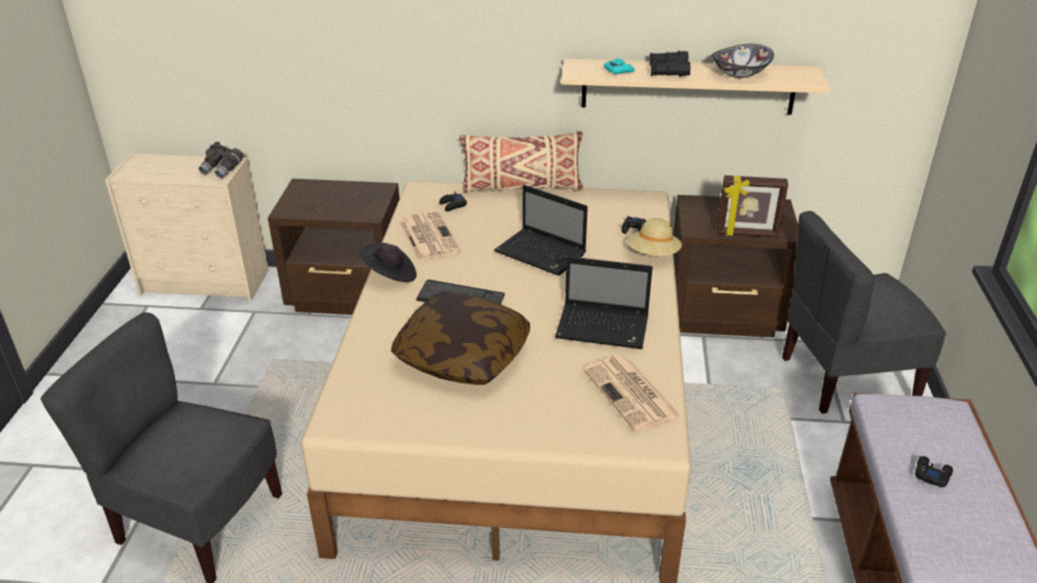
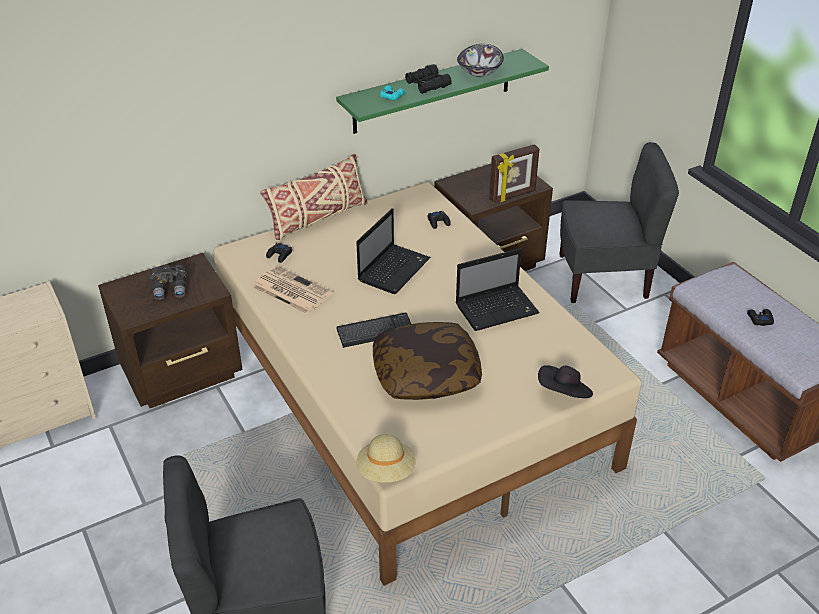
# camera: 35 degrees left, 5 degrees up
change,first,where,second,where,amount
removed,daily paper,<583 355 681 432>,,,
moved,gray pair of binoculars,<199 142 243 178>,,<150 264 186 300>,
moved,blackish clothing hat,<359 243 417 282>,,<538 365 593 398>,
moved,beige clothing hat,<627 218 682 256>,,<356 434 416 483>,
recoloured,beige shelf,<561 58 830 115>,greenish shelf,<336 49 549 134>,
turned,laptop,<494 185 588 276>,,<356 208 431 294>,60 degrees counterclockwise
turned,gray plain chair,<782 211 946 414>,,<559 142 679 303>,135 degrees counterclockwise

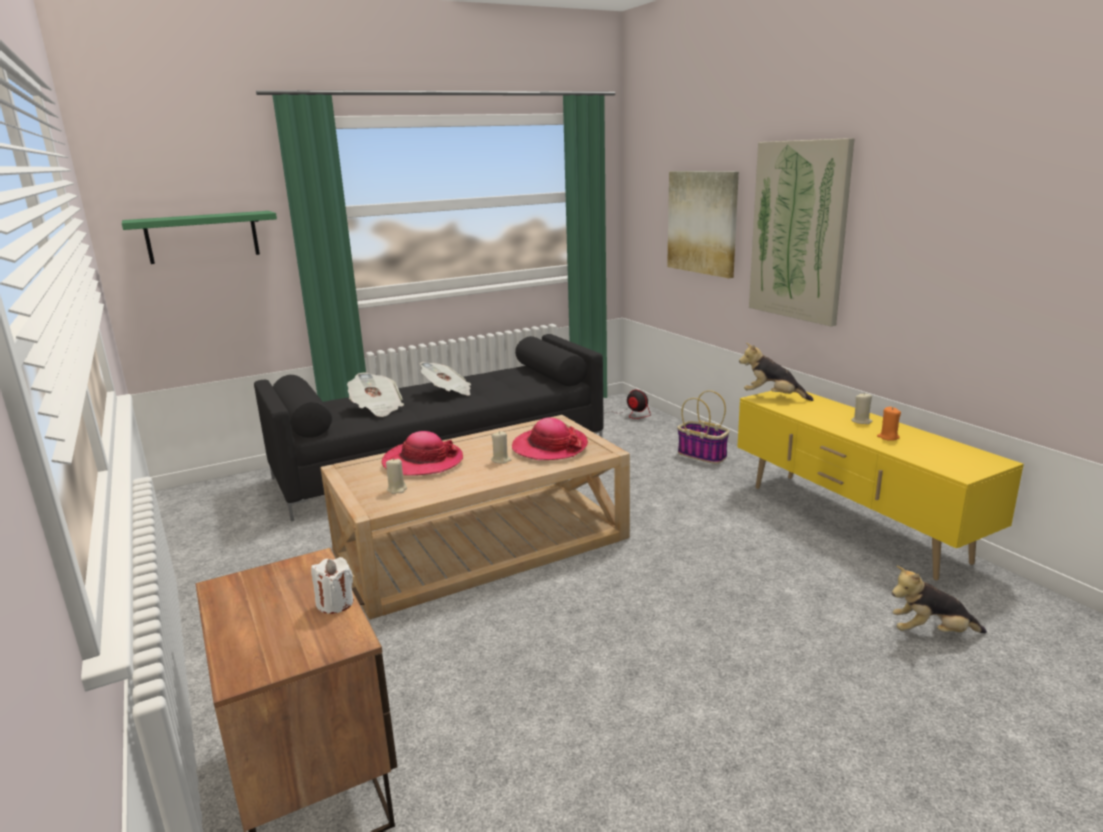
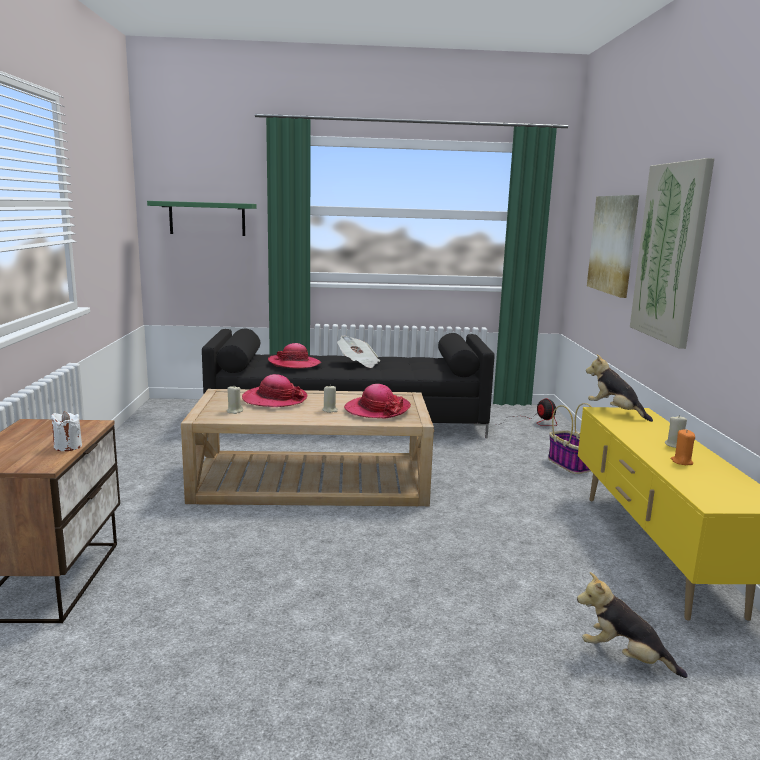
# camera: 25 degrees right, 5 degrees down
change,first,where,second,where,amount
replaced,daily paper,<347 373 404 417>,clothing hat,<268 343 321 369>,

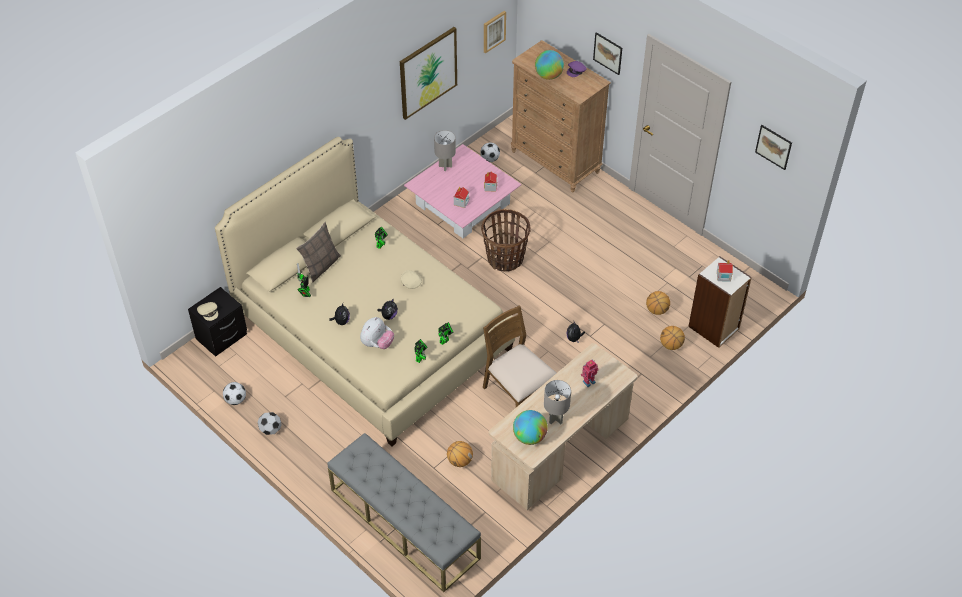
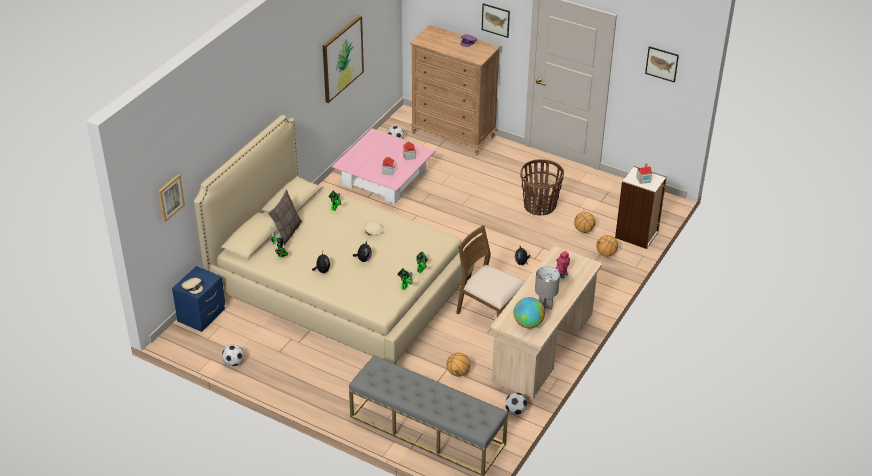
# camera: 15 degrees left, 10 degrees down
change,first,where,second,where,amount
removed,plush toy,<360 317 394 349>,,,
removed,gray tabletop lamp,<434 130 456 171>,,,
removed,desk globe,<535 50 564 80>,,,
moved,football ball,<258 412 282 435>,,<506 392 527 415>,
moved,basket,<481 209 531 271>,,<521 159 564 216>,
moved,picture,<484 11 506 53>,,<158 174 185 222>,
recoloured,blackish night table,<188 287 247 357>,blue-coloured night table,<172 266 225 332>,

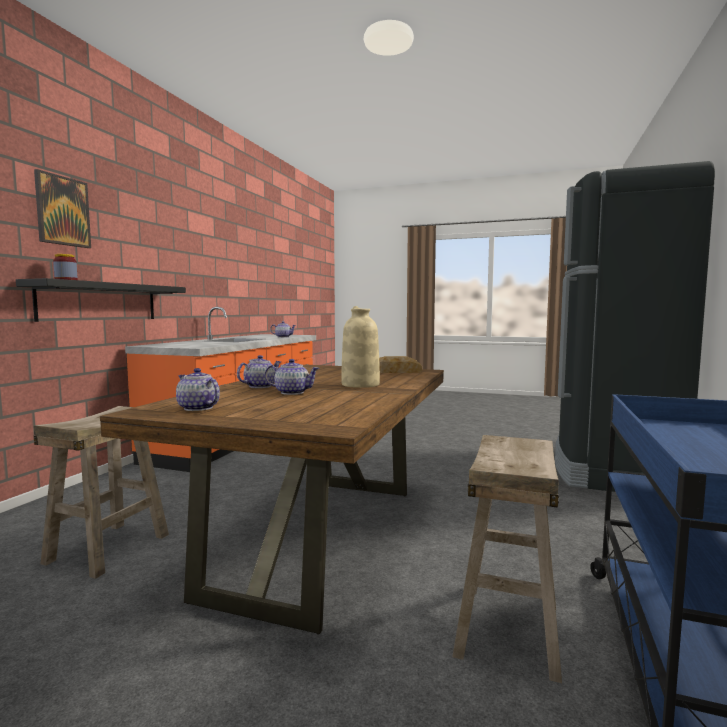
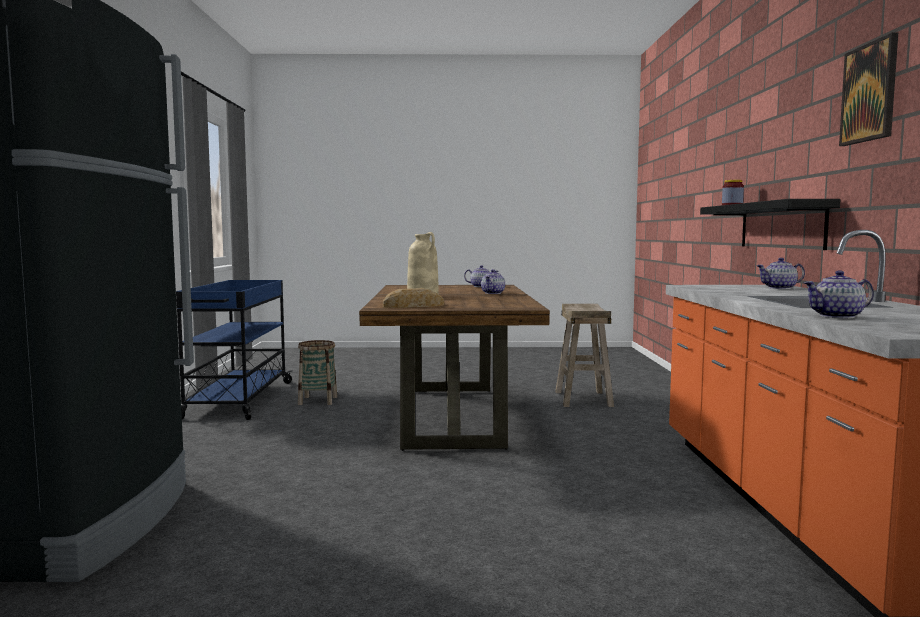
# camera: 160 degrees right, 0 degrees up
change,first,where,second,where,amount
moved,picture,<34 169 91 248>,,<839 33 898 146>,
moved,pot for tea,<265 359 320 395>,,<756 258 805 289>,
replaced,beige sitting stool,<452 435 562 683>,basket,<298 340 337 405>,

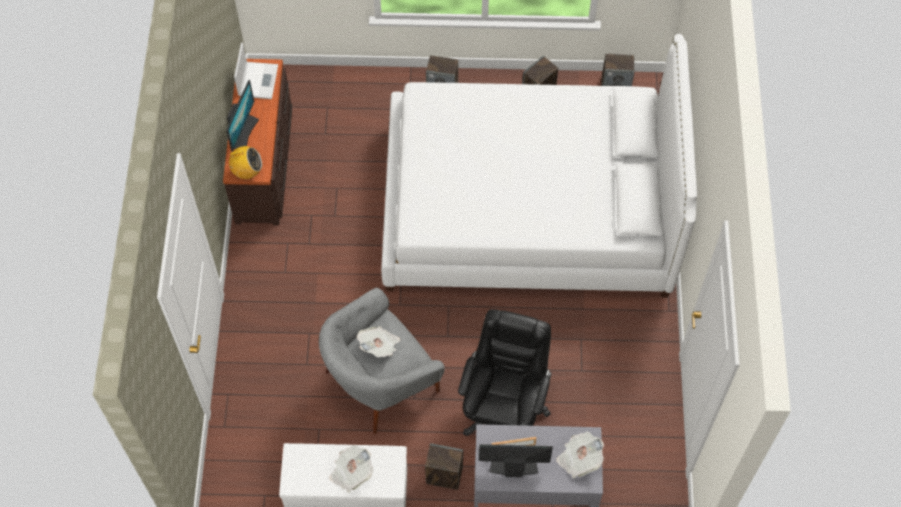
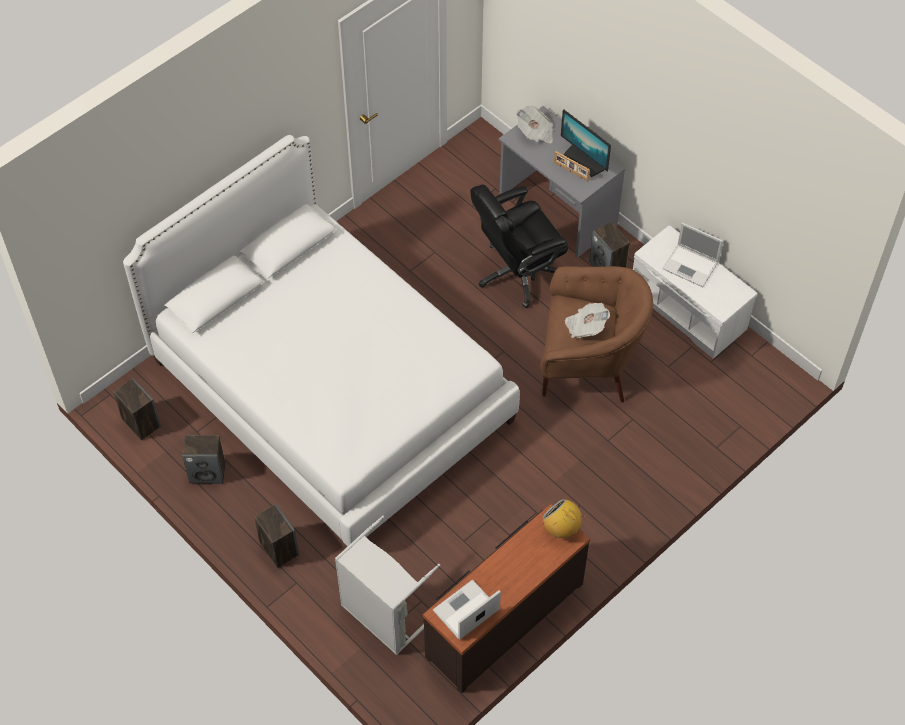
# camera: 135 degrees left, 5 degrees down
change,first,where,second,where,amount
removed,monitor,<226 80 259 152>,,,
added,,,gray washing basket,<335 516 441 655>,
replaced,daily paper,<329 445 373 493>,laptop,<662 223 723 287>,
recoloured,gray lounge chair,<319 288 445 434>,brownish lounge chair,<540 266 653 403>,

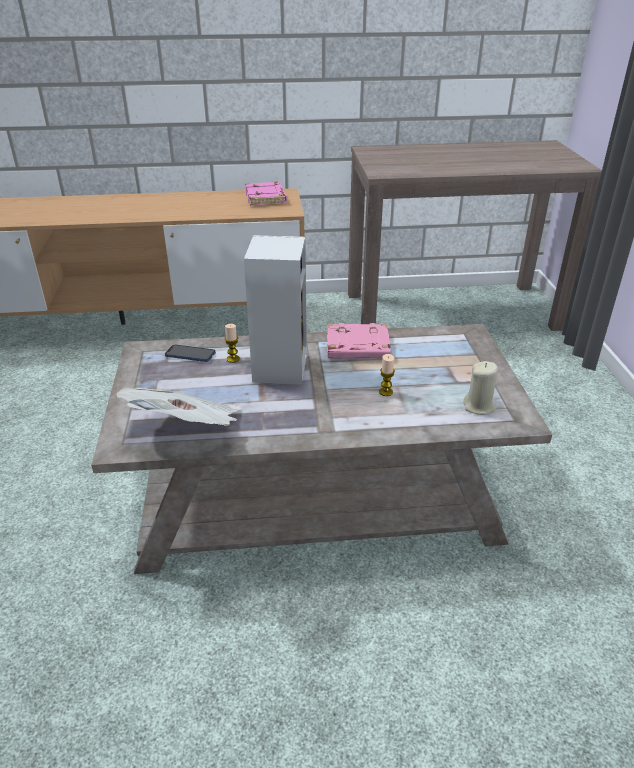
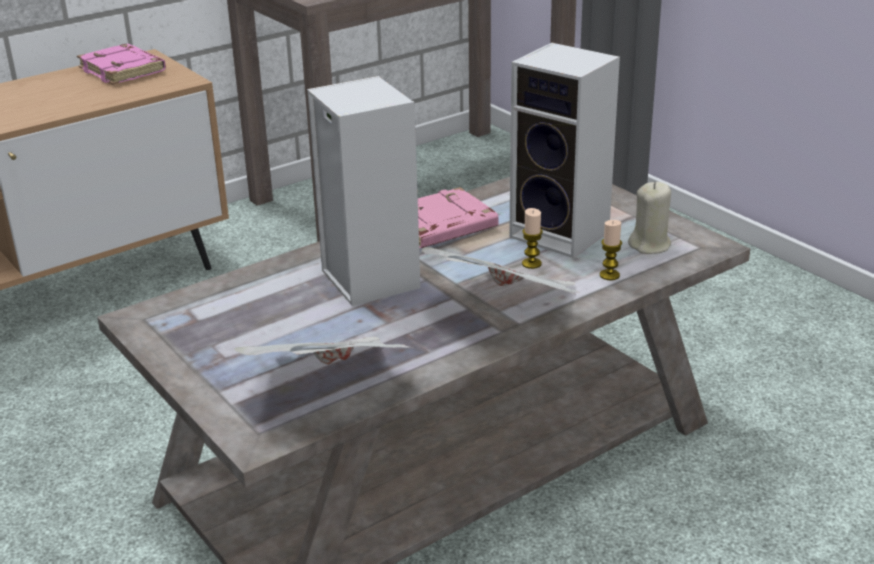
# camera: 30 degrees left, 5 degrees down
change,first,where,second,where,amount
removed,telephone,<165 345 216 362>,,,
added,,,daily paper,<421 247 580 294>,
added,,,audio speaker,<509 43 620 258>,
moved,wax candle,<225 324 240 363>,,<600 220 622 280>,

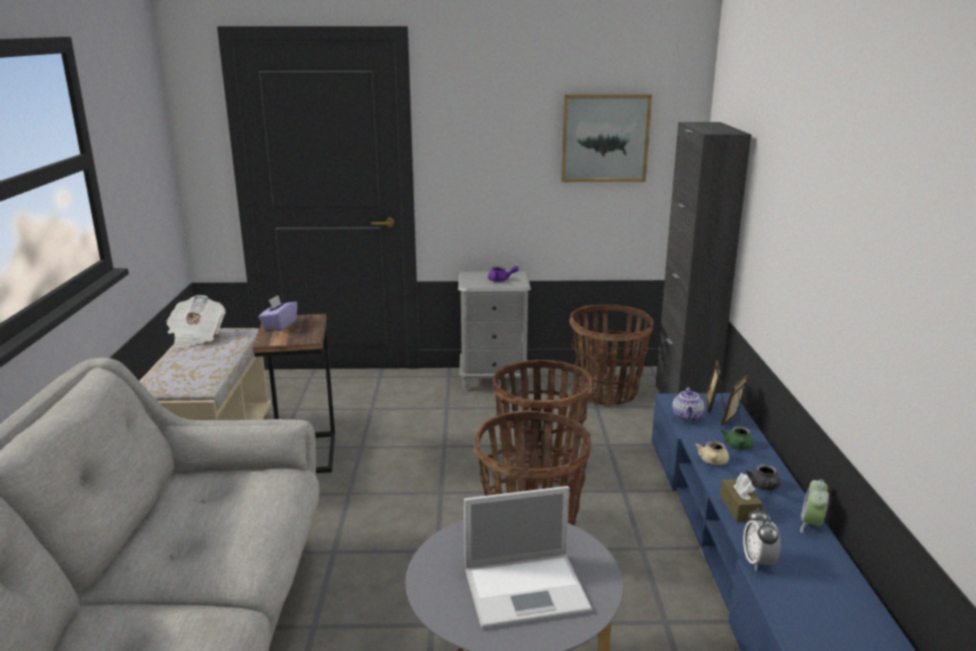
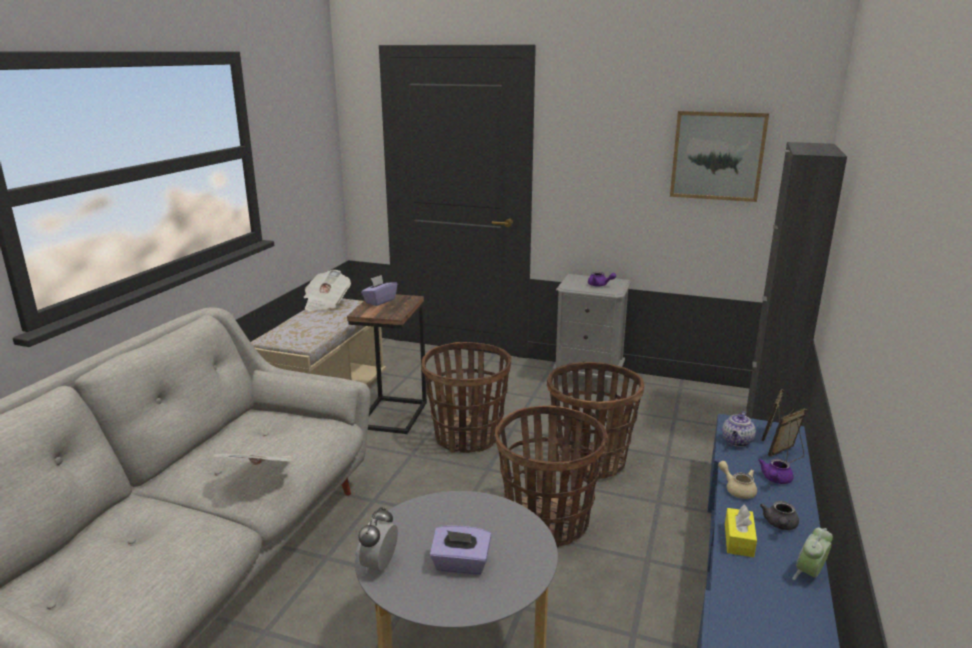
# camera: 20 degrees right, 0 degrees up
change,first,where,second,where,amount
added,,,daily paper,<214 453 294 465>,
moved,basket,<569 305 654 407>,,<421 342 511 453>,
moved,alarm clock,<743 507 781 571>,,<357 507 398 573>,
replaced,laptop,<464 486 592 629>,purple-coloured tissue holder,<430 525 491 575>,
recoloured,brownish tissue holder,<720 473 763 522>,yellow-coloured tissue holder,<725 505 757 557>,
recoloured,greenish pot for tea,<721 426 754 449>,purple-coloured pot for tea,<758 459 794 484>,
turned,beige pot for tea,<695 441 729 465>,,<718 461 757 499>,105 degrees clockwise

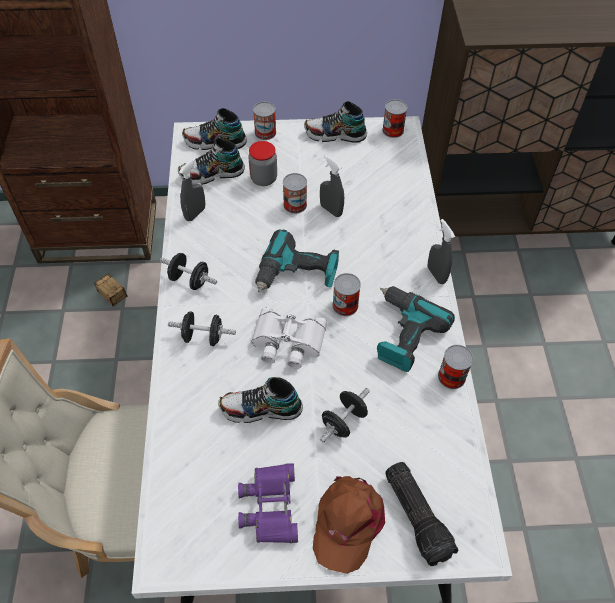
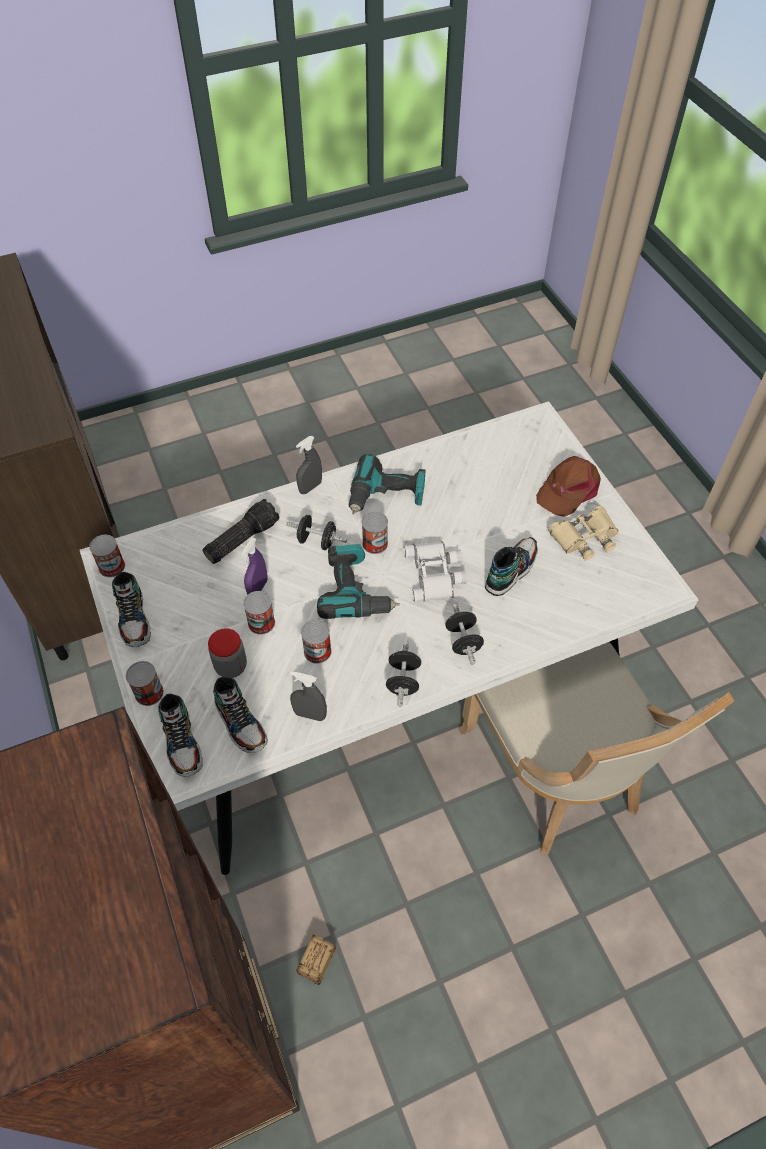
# camera: 110 degrees left, 0 degrees up
change,first,where,second,where,amount
moved,blackish hand weight,<320 388 370 442>,,<286 515 347 550>,
moved,flashlight,<385 462 458 566>,,<202 499 279 564>,
moved,metal can,<438 345 473 389>,,<301 619 331 664>,
recoloured,purple-coloured pair of binoculars,<238 463 298 543>,beige pair of binoculars,<548 506 619 560>,
recoloured,gray spray bottle,<320 155 344 217>,purple-coloured spray bottle,<241 538 267 594>,
turned,low shoe,<218 377 303 423>,,<485 537 538 596>,120 degrees counterclockwise
turned,brownish cap,<313 476 385 574>,,<536 456 601 517>,135 degrees clockwise

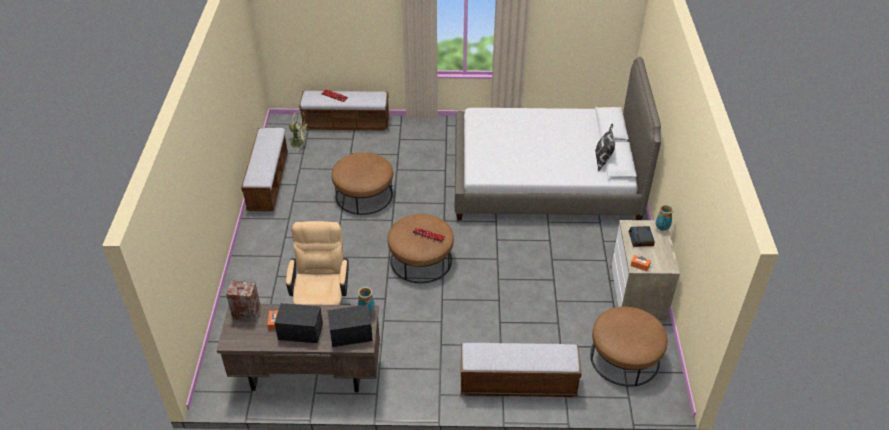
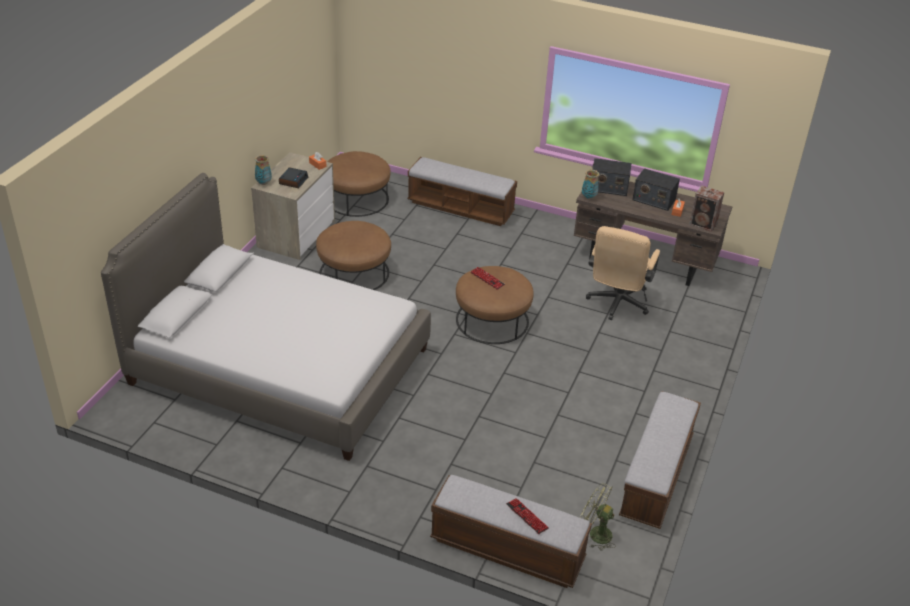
# camera: 160 degrees left, 5 degrees down
change,first,where,second,where,amount
removed,cushion,<595 123 615 171>,,,
moved,brownish ottoman,<331 152 393 215>,,<316 221 391 290>,

